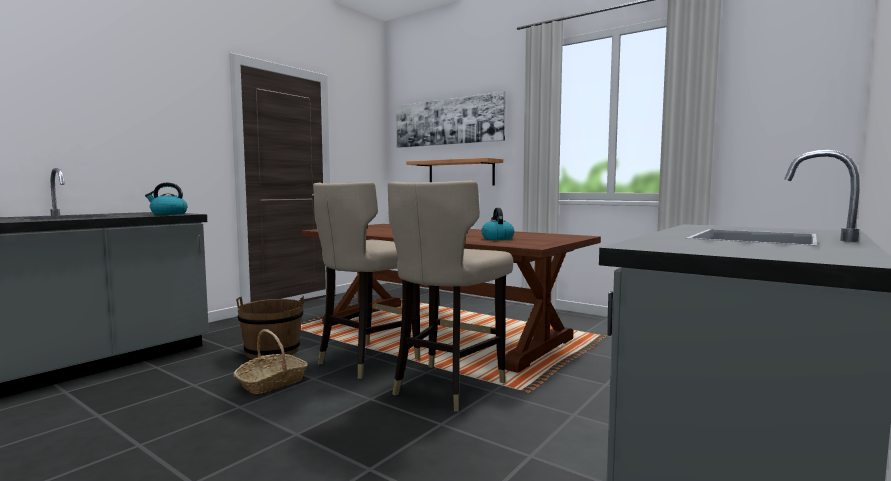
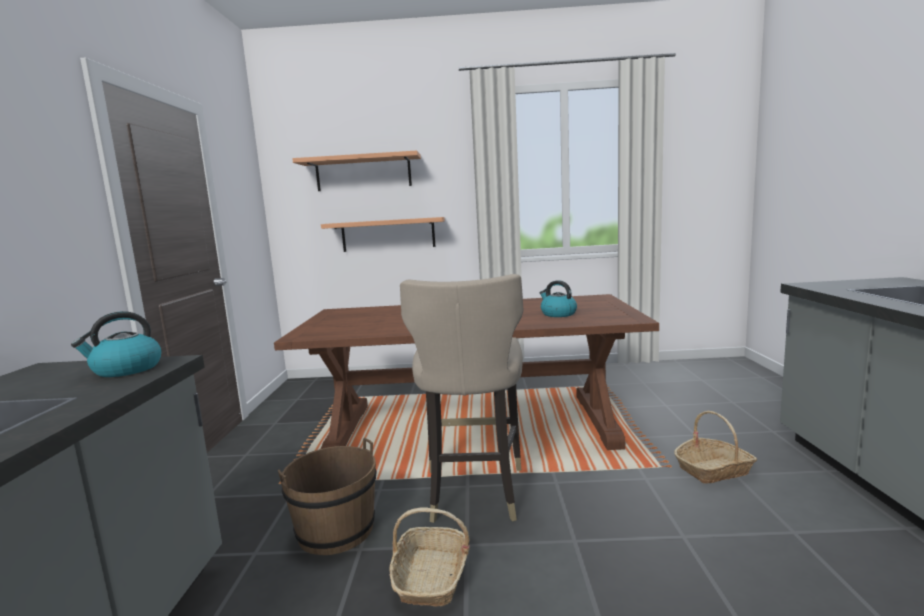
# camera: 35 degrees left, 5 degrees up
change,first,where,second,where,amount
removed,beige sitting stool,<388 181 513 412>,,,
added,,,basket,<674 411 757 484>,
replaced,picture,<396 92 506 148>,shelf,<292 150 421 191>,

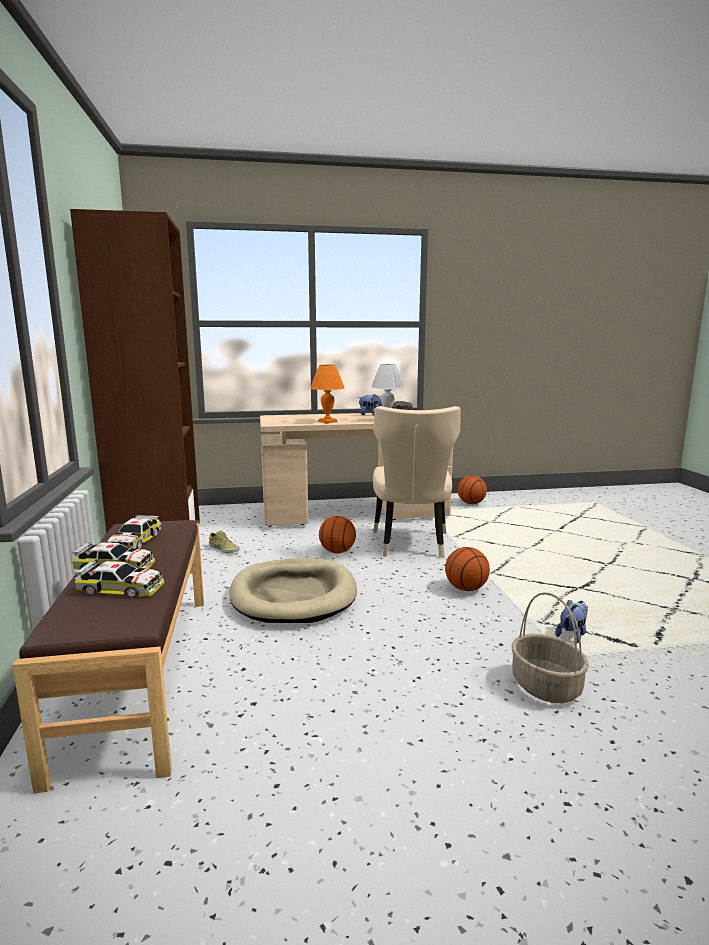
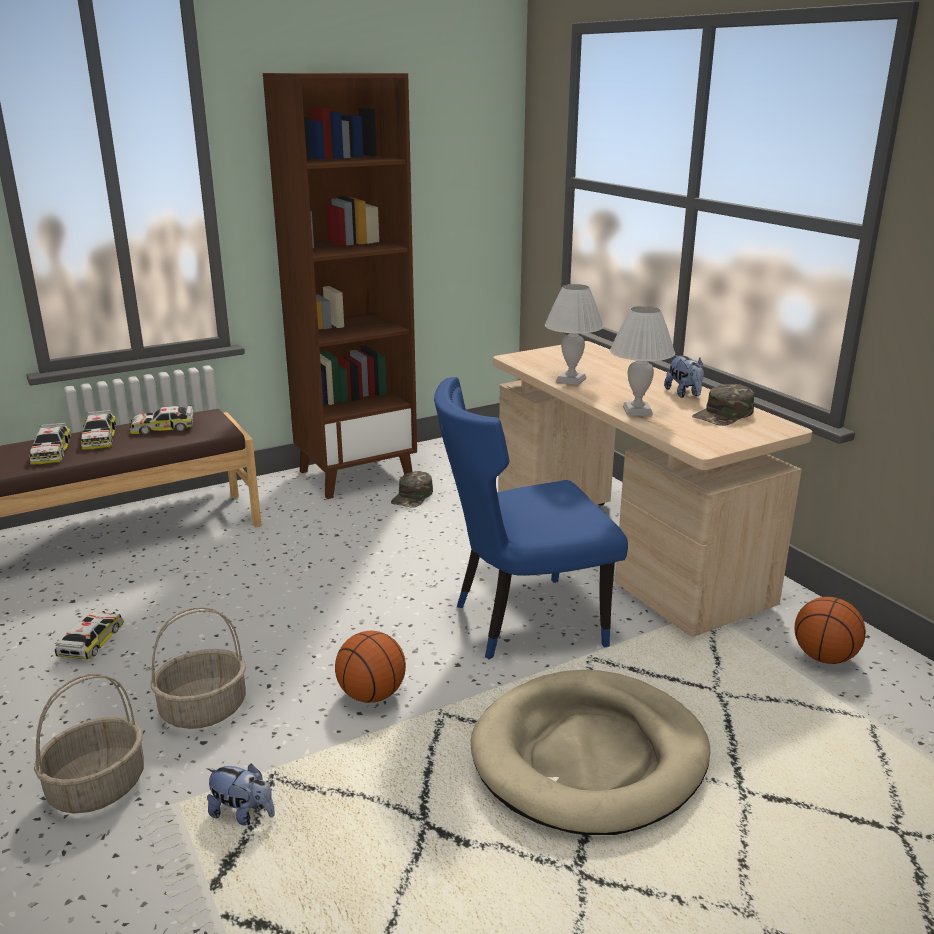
# camera: 70 degrees right, 10 degrees up
change,first,where,second,where,amount
removed,basketball ball,<319 516 356 553>,,,
added,,,toy car,<54 611 124 660>,
added,,,basket,<151 607 246 729>,
moved,beige pet bed,<230 558 357 623>,,<471 670 710 835>,
replaced,beige low shoe,<209 531 239 553>,greenish cap,<391 471 433 508>,
recoloured,orangey tabletop lamp,<310 365 345 423>,white tabletop lamp,<545 284 603 385>,
recoloured,beige plain chair,<373 406 461 558>,blue-coloured plain chair,<434 377 628 659>,

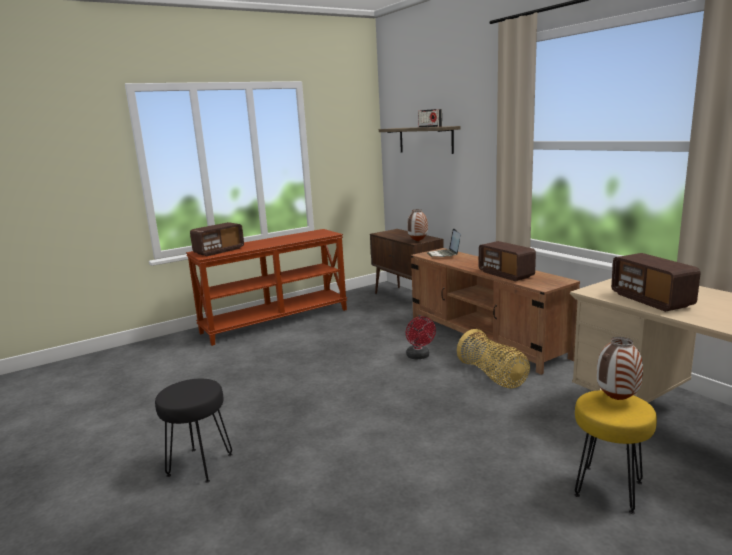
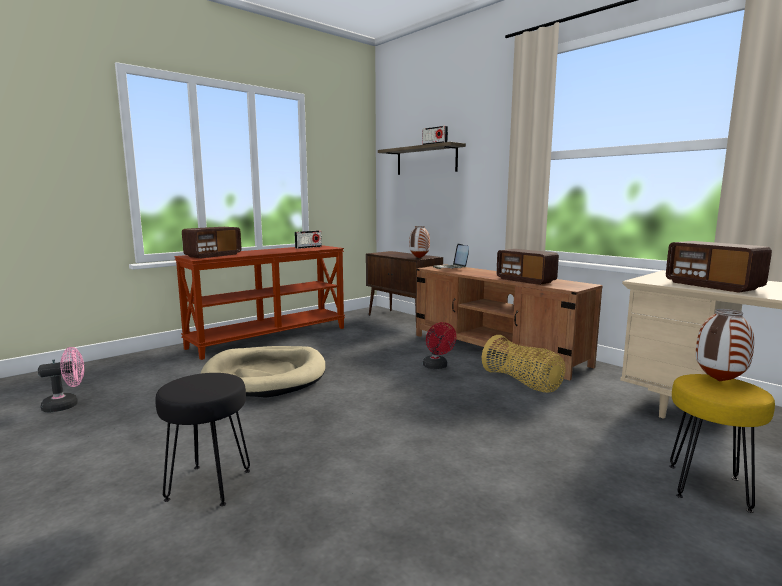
# camera: 10 degrees left, 5 degrees down
change,first,where,second,where,amount
added,,,pink-coloured cooling fan,<38 347 84 412>,
added,,,beige pet bed,<200 346 326 398>,
added,,,radio receiver,<294 230 322 249>,

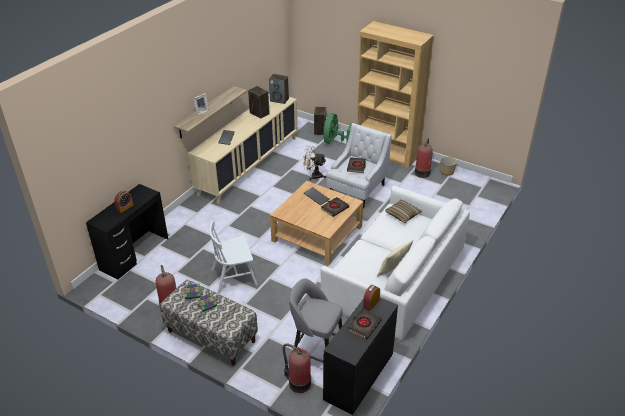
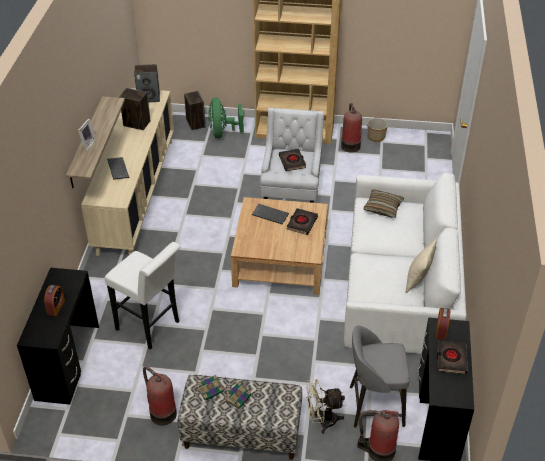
# camera: 25 degrees left, 5 degrees up
change,first,where,second,where,amount
removed,white plain chair,<209 220 257 293>,,,
added,,,white sitting stool,<104 242 180 350>,
moved,beige cooling fan,<302 146 326 180>,,<306 379 345 434>,

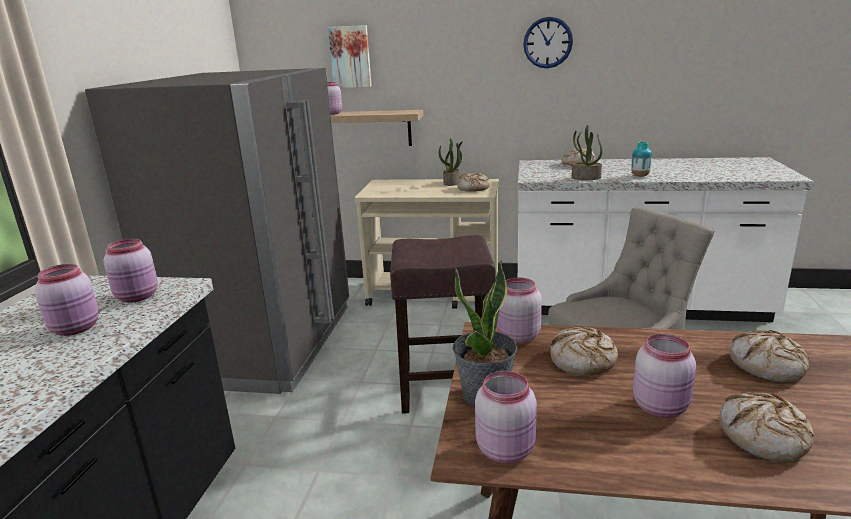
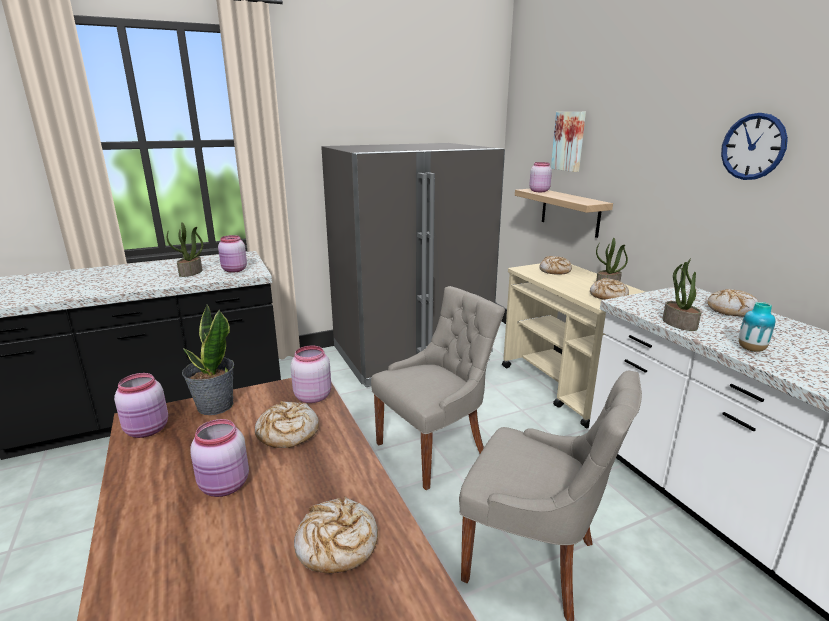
# camera: 55 degrees right, 0 degrees up
change,first,where,second,where,amount
moved,bakery bread,<719 392 814 462>,,<539 256 572 274>,
replaced,pink-coloured jar,<35 264 99 336>,plant in a pot,<167 222 203 277>,
replaced,brownish sitting stool,<390 235 496 414>,gray plain chair,<371 286 505 490>,

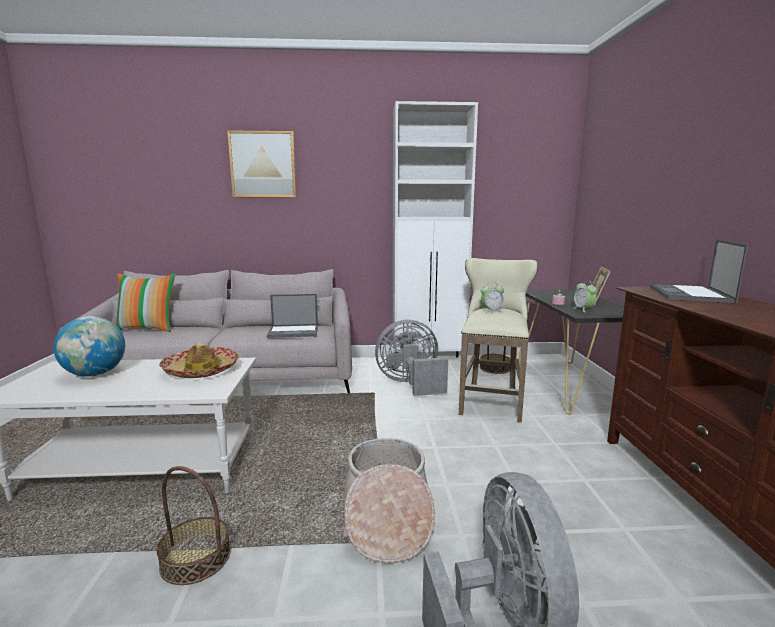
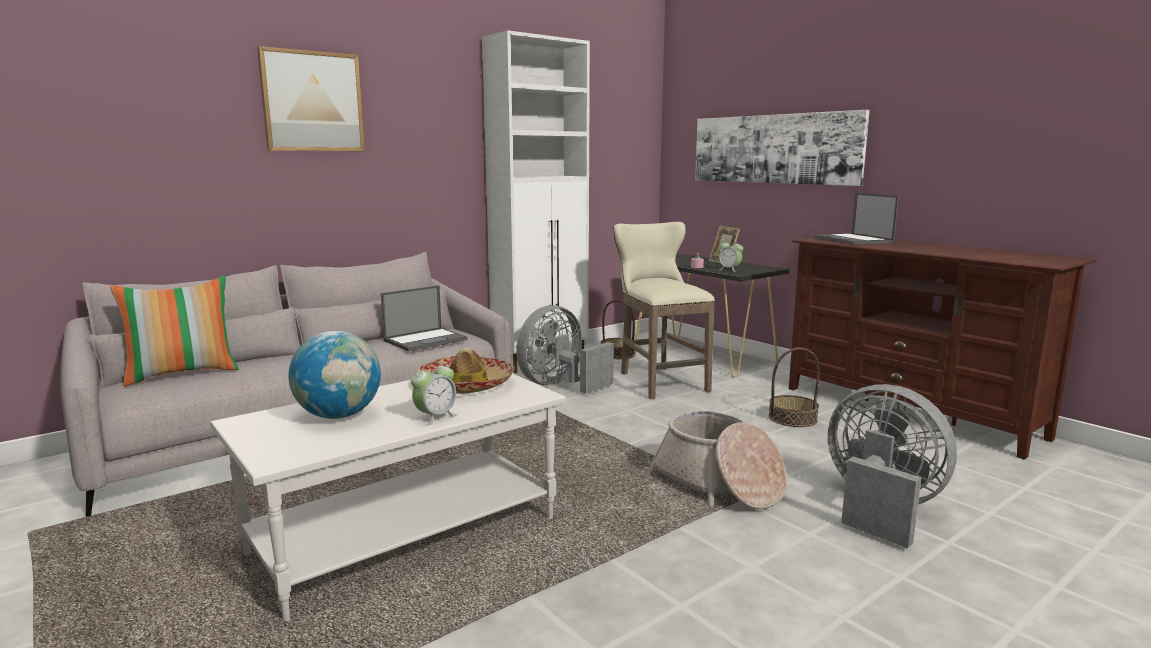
# camera: 35 degrees left, 0 degrees up
change,first,where,second,where,amount
added,,,picture,<695 110 870 186>,
moved,basket,<157 466 231 585>,,<768 348 820 427>,
moved,alarm clock,<481 282 504 313>,,<411 360 458 426>,

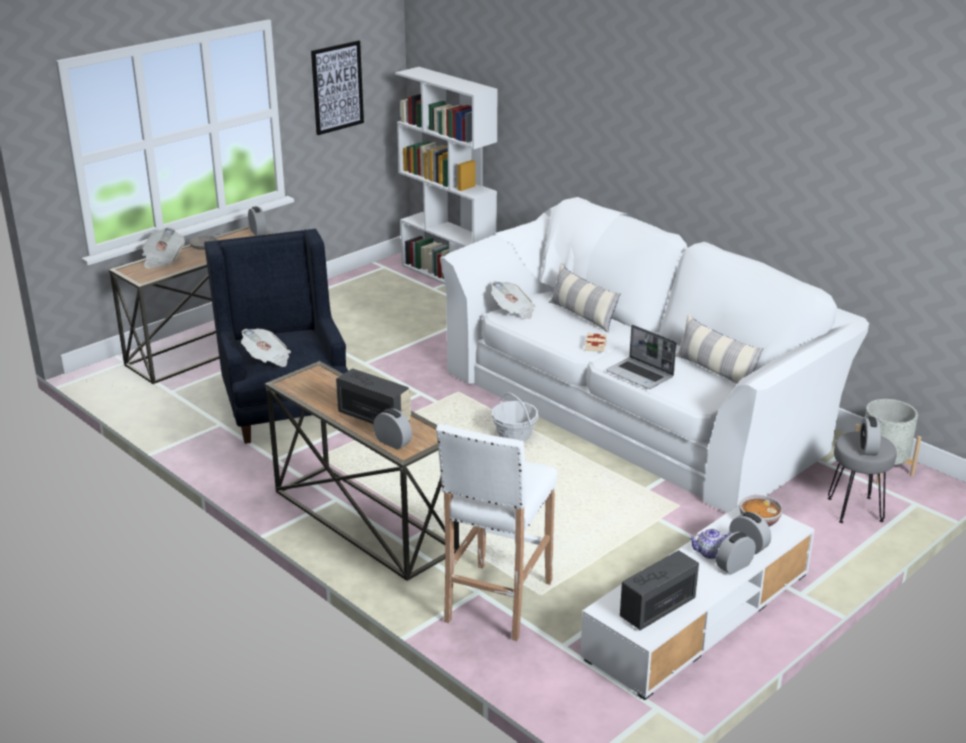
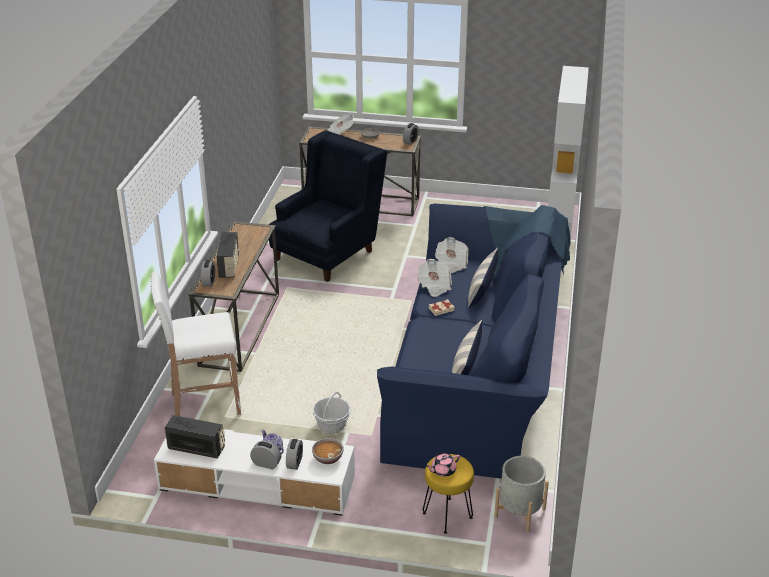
# camera: 55 degrees right, 5 degrees up
change,first,where,second,where,amount
removed,picture,<311 40 364 135>,,,
removed,laptop,<606 325 676 389>,,,
moved,daily paper,<241 329 291 367>,,<417 259 452 297>,
moved,basket,<491 392 539 442>,,<312 392 351 434>,
replaced,alarm clock,<859 417 881 456>,pink-coloured pot for tea,<426 453 460 477>,
recoloured,white couch,<440 197 869 513>,blue-coloured couch,<377 203 570 479>,
recoloured,gray sitting stool,<827 431 897 523>,yellow-coloured sitting stool,<423 454 474 534>,

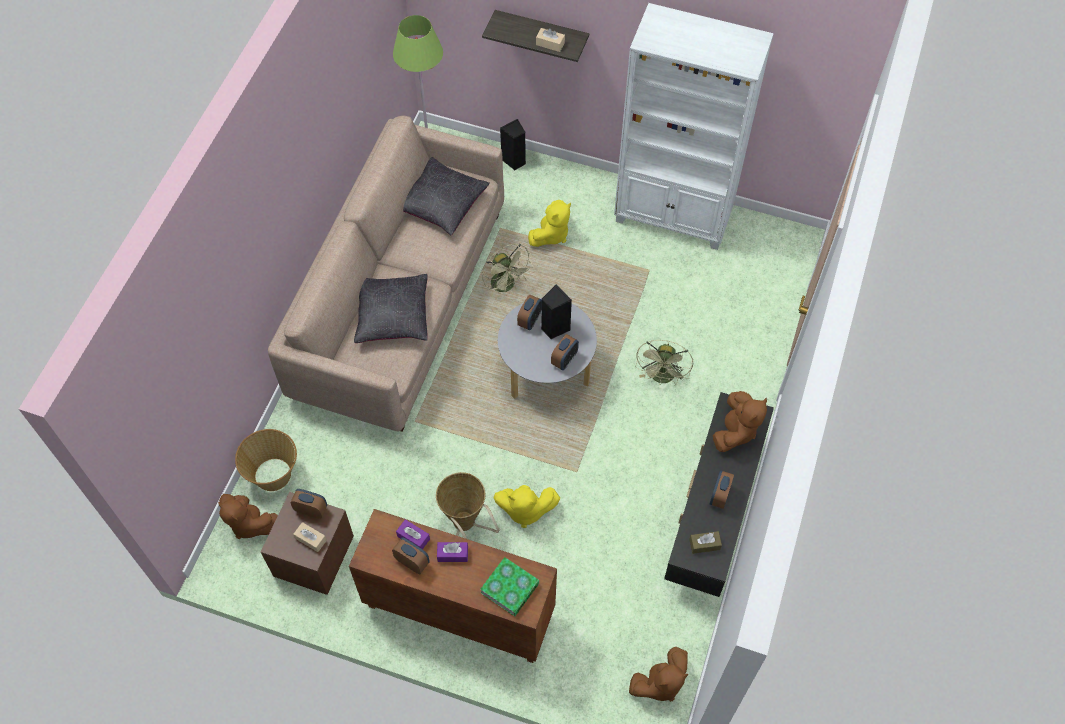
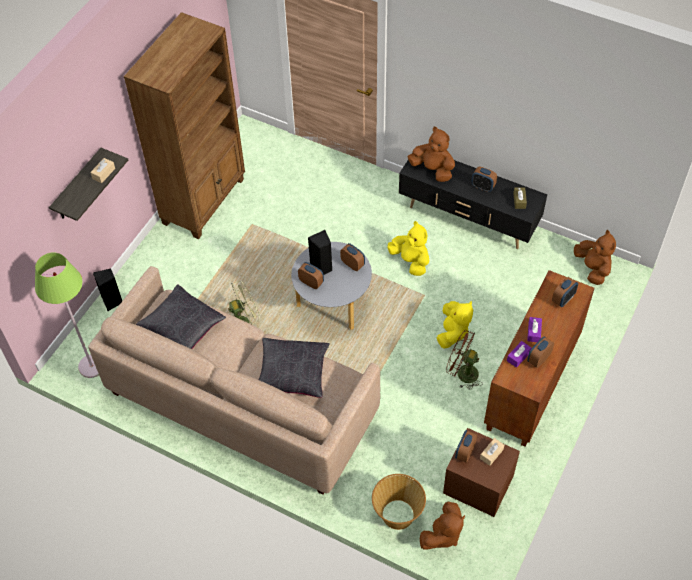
# camera: 80 degrees left, 5 degrees down
change,first,where,second,where,amount
removed,greenish cooling fan,<635 340 693 385>,,,
moved,yellow-coloured plush toy,<528 200 571 247>,,<388 221 429 276>,
replaced,basket,<436 472 500 539>,brownish cooling fan,<446 330 483 390>,
replaced,bound book,<480 557 539 616>,alarm clock,<552 277 578 307>,
recoloured,white shelving unit,<614 3 774 250>,brownish shelving unit,<124 12 245 239>,

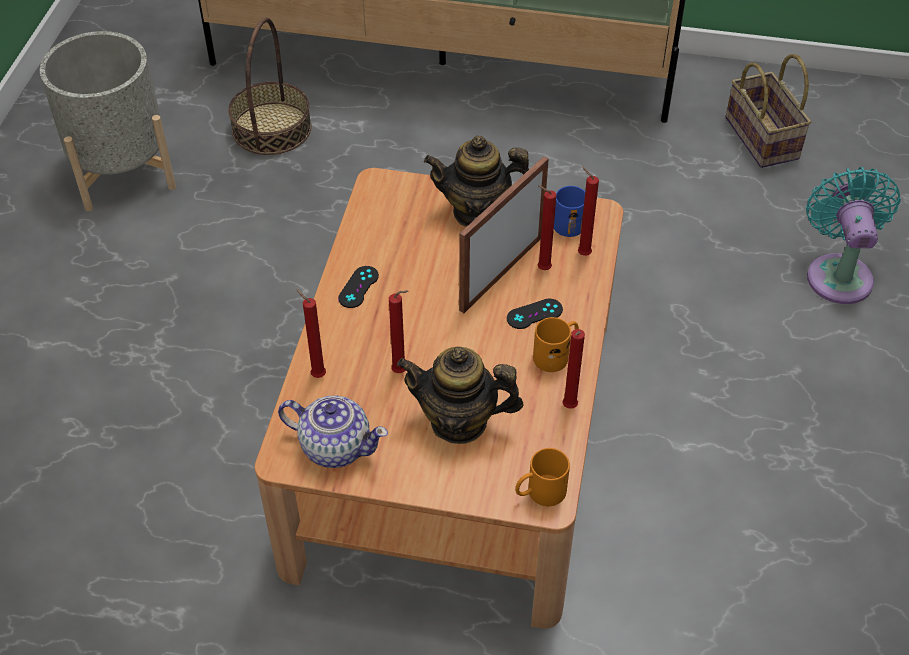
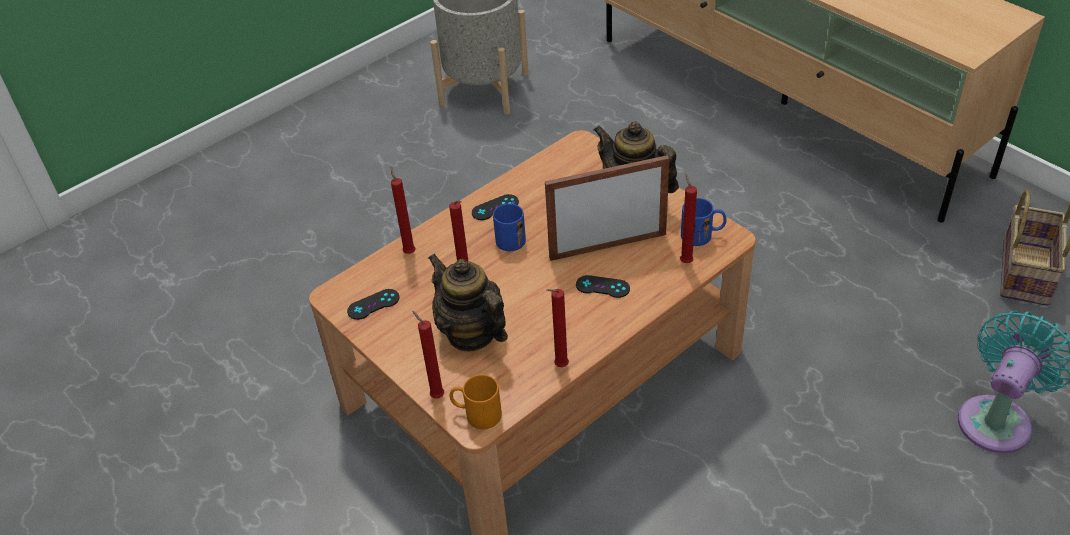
# camera: 40 degrees right, 5 degrees down
change,first,where,second,where,amount
removed,basket,<228 17 312 155>,,,
removed,orangey tea mug,<533 317 579 372>,,,
added,,,blue-coloured tea mug,<493 201 526 251>,
moved,red wax candle,<537 185 556 270>,,<412 311 444 399>,
replaced,pot for tea,<278 396 388 468>,blackish gamepad,<347 289 400 320>,

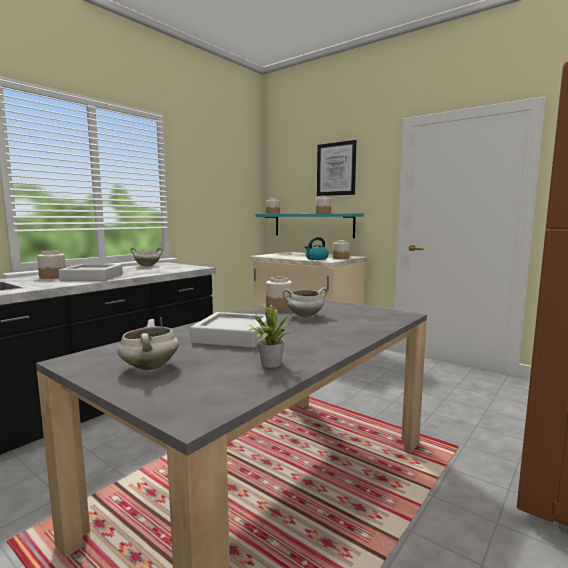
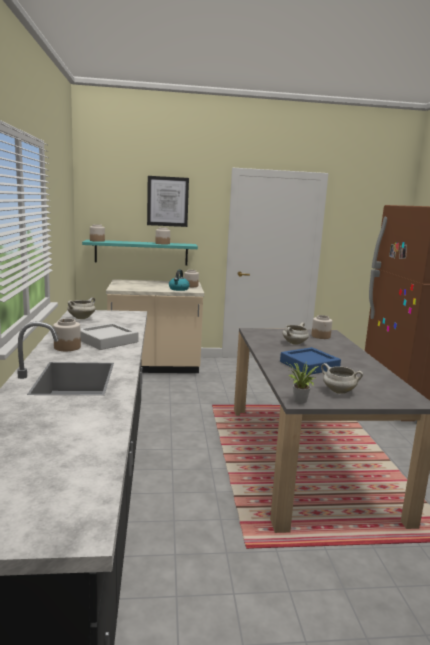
# camera: 45 degrees left, 5 degrees up
change,first,where,second,where,amount
moved,plant in a pot,<245 304 293 368>,,<285 362 319 403>,
moved,jar,<266 277 292 309>,,<311 315 332 339>,
recoloured,gray carrying tray,<190 312 267 348>,blue-coloured carrying tray,<280 347 341 375>,

